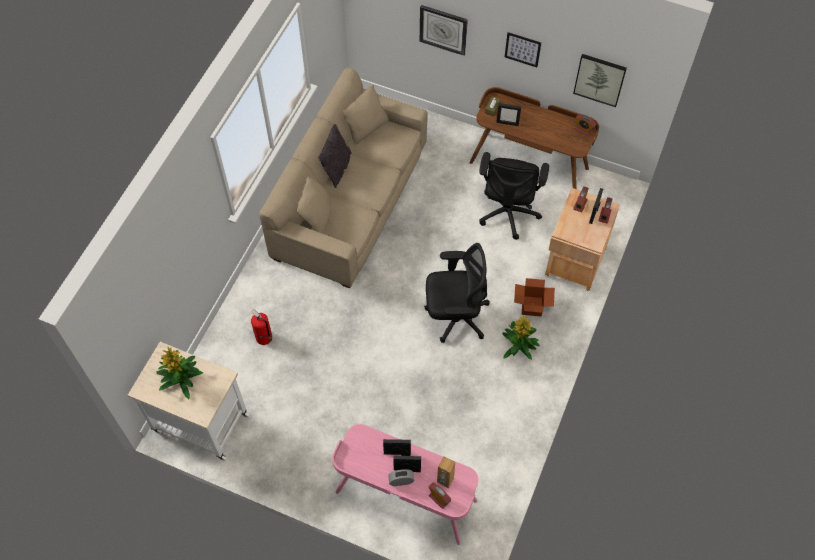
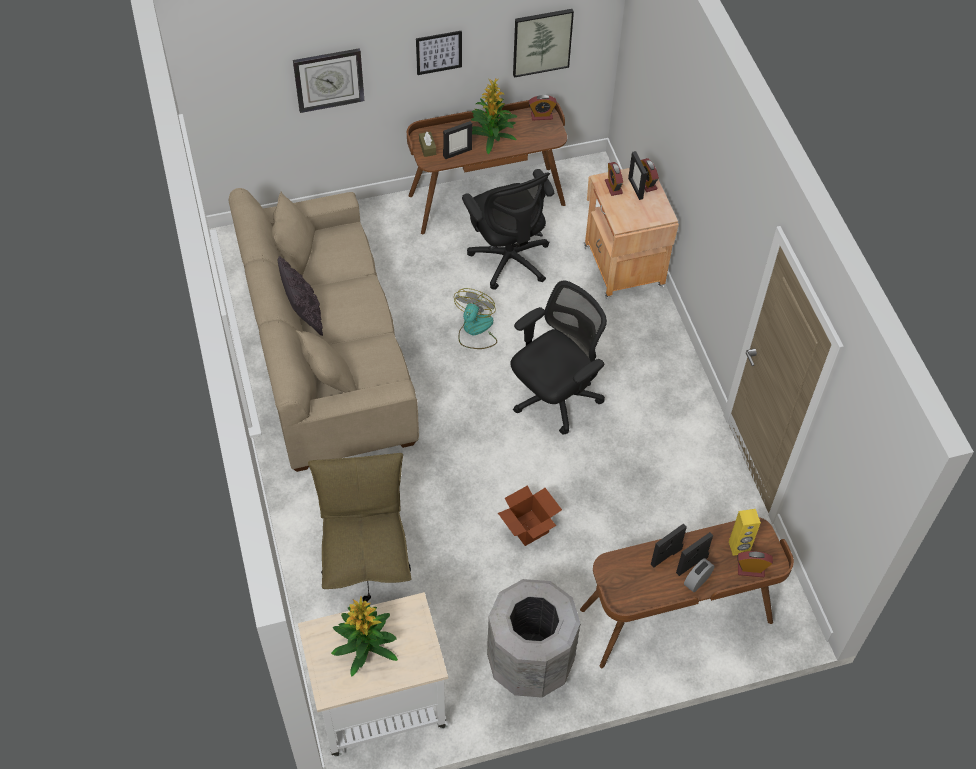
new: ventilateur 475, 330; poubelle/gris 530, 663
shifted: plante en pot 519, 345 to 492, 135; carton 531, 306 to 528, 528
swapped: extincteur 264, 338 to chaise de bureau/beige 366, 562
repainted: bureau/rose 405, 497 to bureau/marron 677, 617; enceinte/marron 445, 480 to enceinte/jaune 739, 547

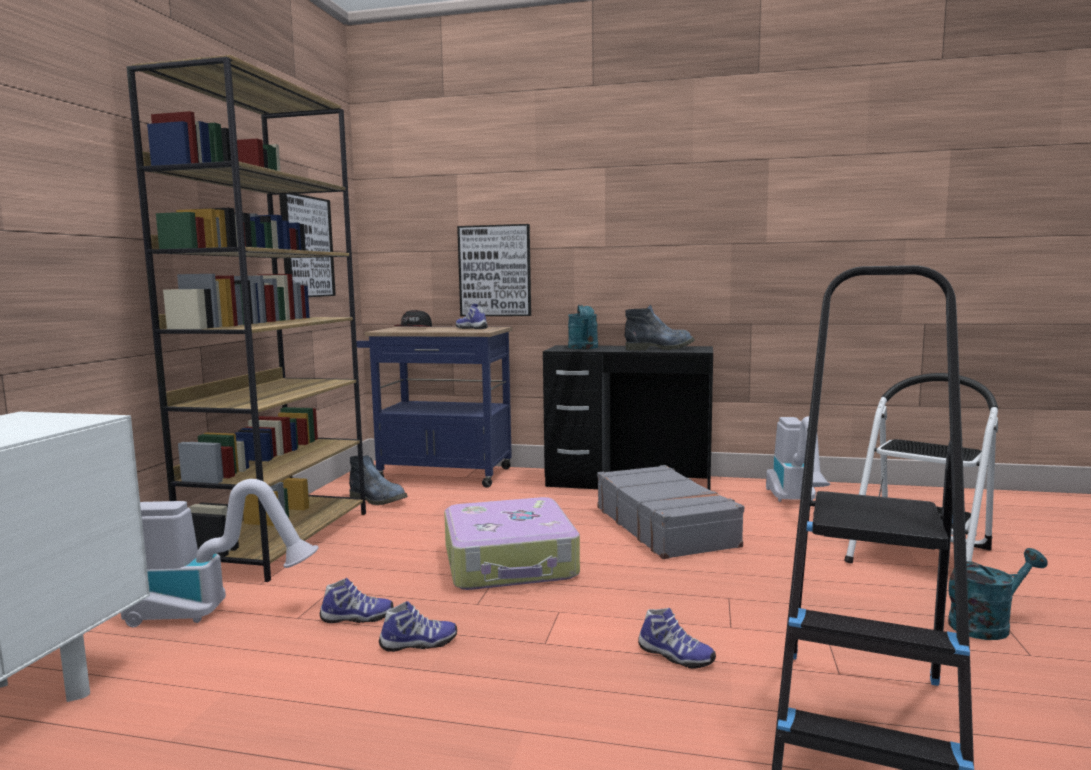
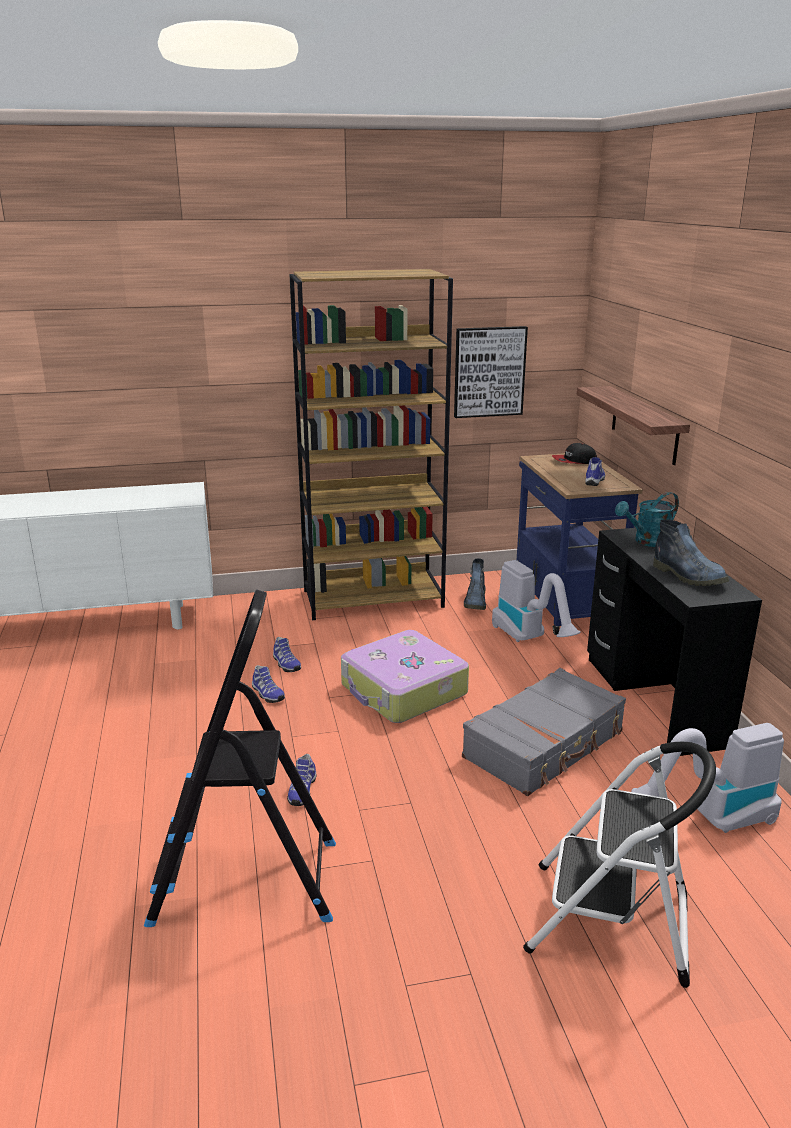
gone: arrosoir/turquoise 986, 624
shifted: aspirateur 210, 611 to 530, 639
swapped: tableau 495, 271 to étagère 644, 424

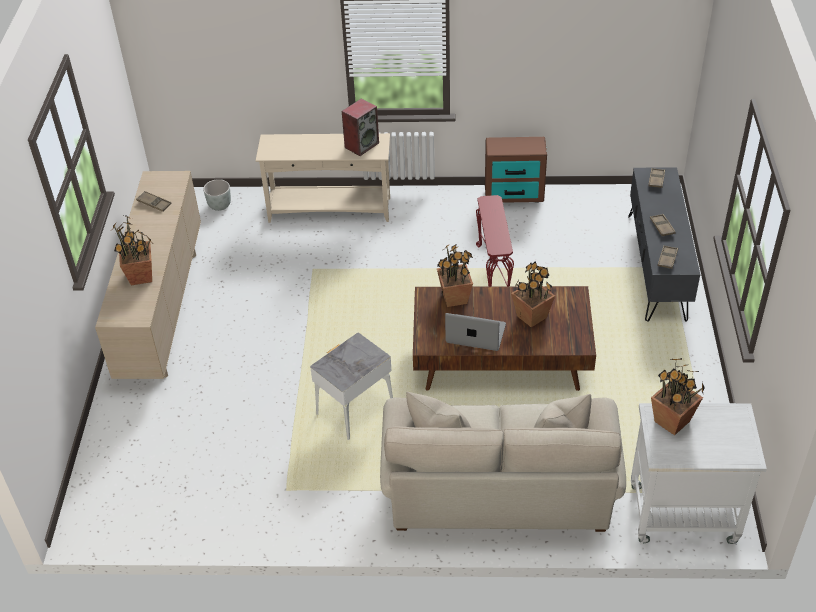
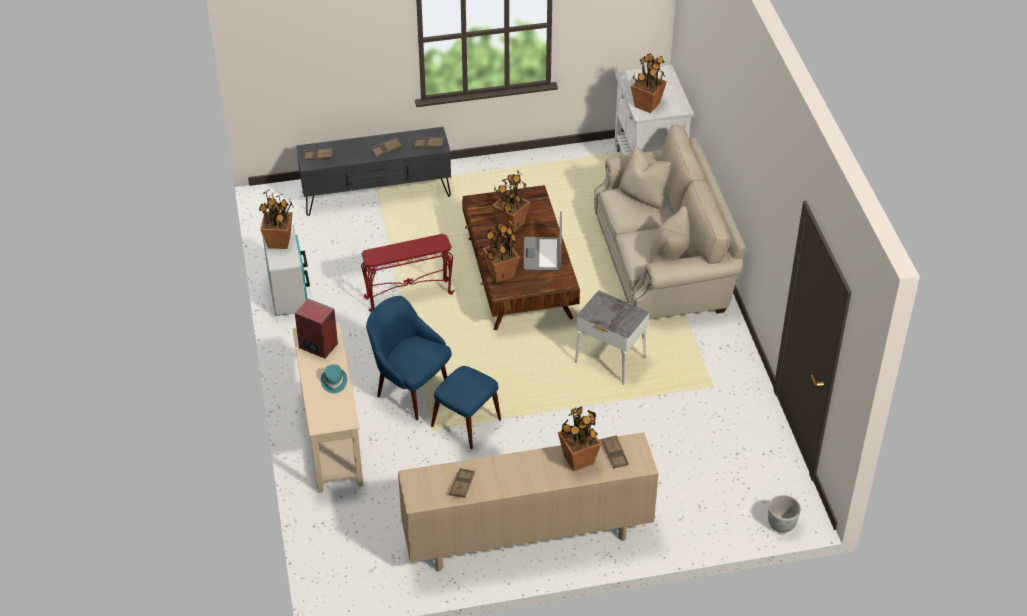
new: plante en pot 279, 242; chapeau/turquoise 333, 382; fauteuil/bleu 431, 403; plateau/marron 614, 454
shifted: cache-pot/gris 219, 205 to 781, 525
repainted: table de chevet/marron 514, 197 to table de chevet/blanc 289, 296

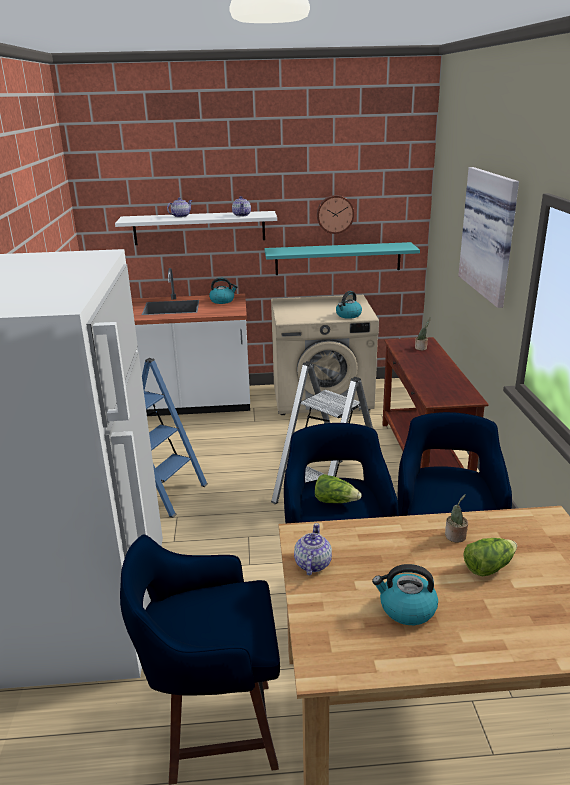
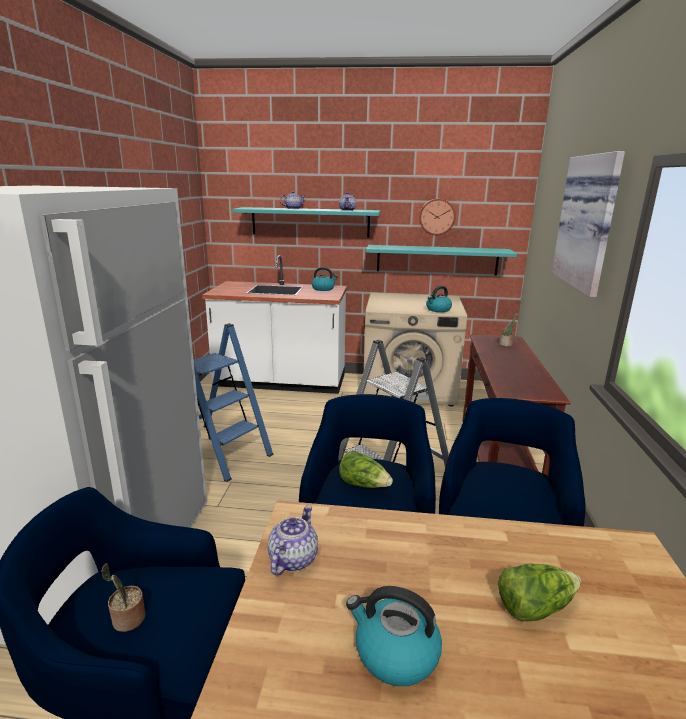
shifted: plante en pot 455, 537 to 127, 620
repainted: étagère/blanc 199, 228 to étagère/turquoise 310, 222

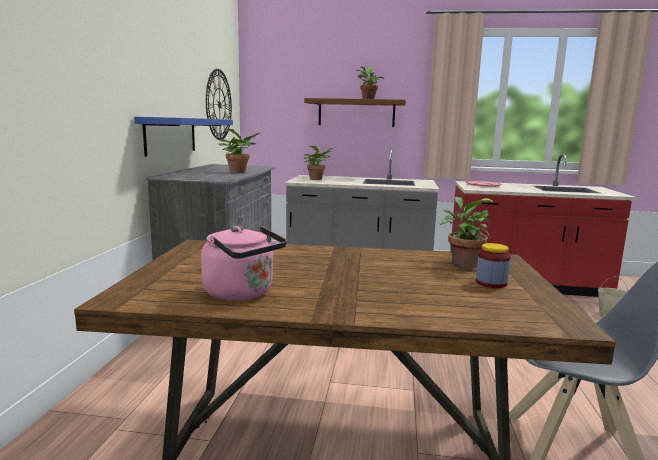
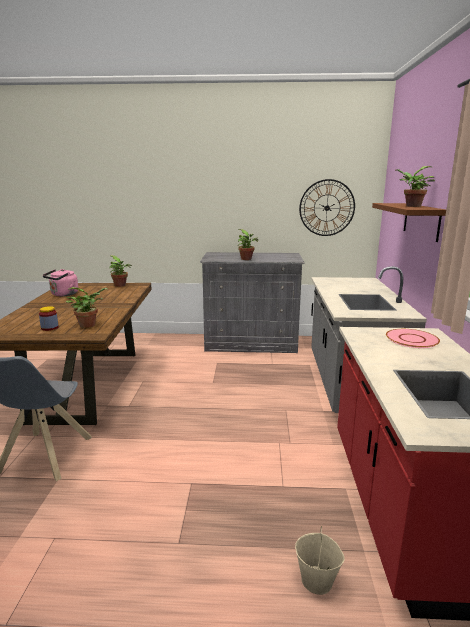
gone: étagère/bleu 171, 135
shifted: plante en pot 317, 179 to 121, 285

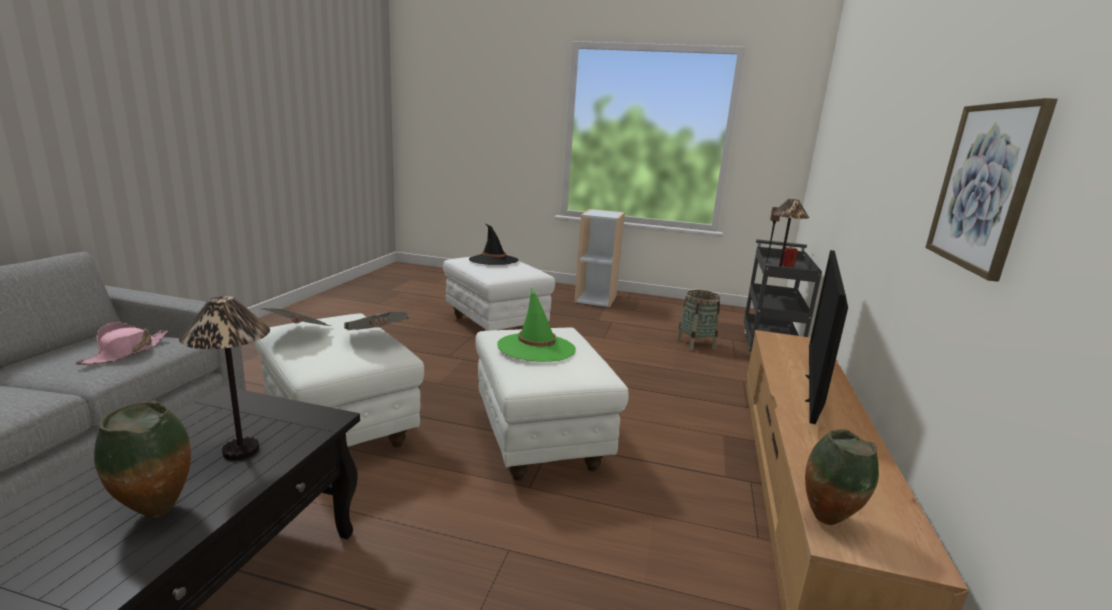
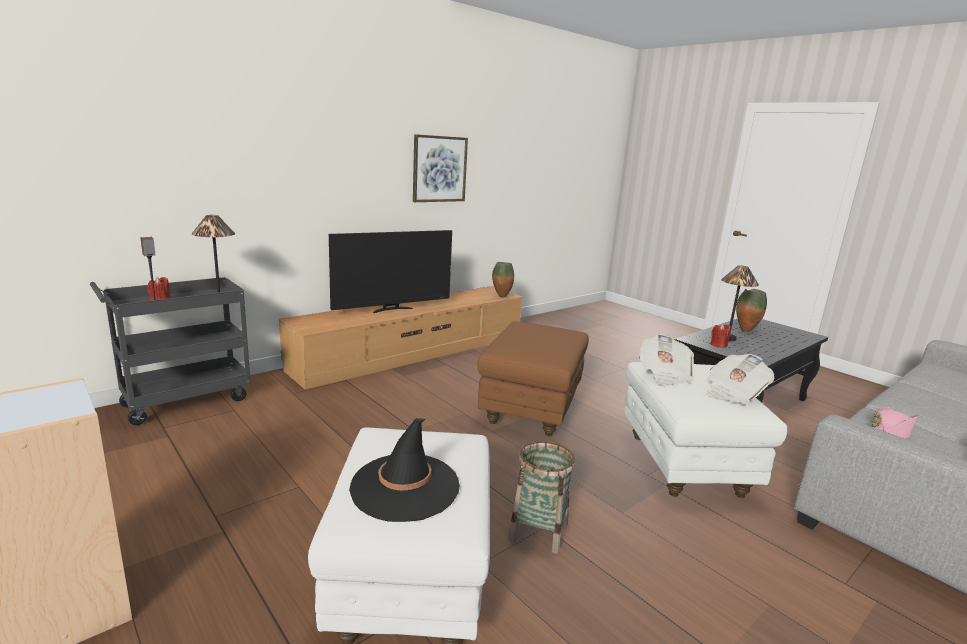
gone: chapeau/vert 536, 348
new: bougie/rouge 718, 345
shifted: panier 695, 344 to 538, 531
repainted: pouf/blanc 541, 441 to pouf/marron 530, 409

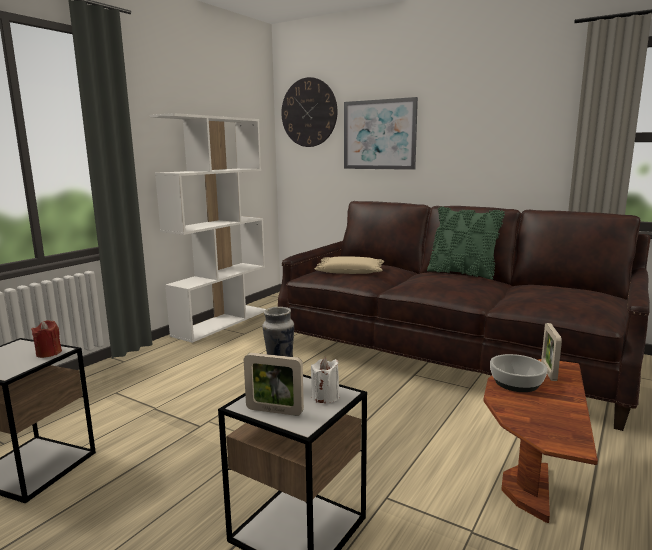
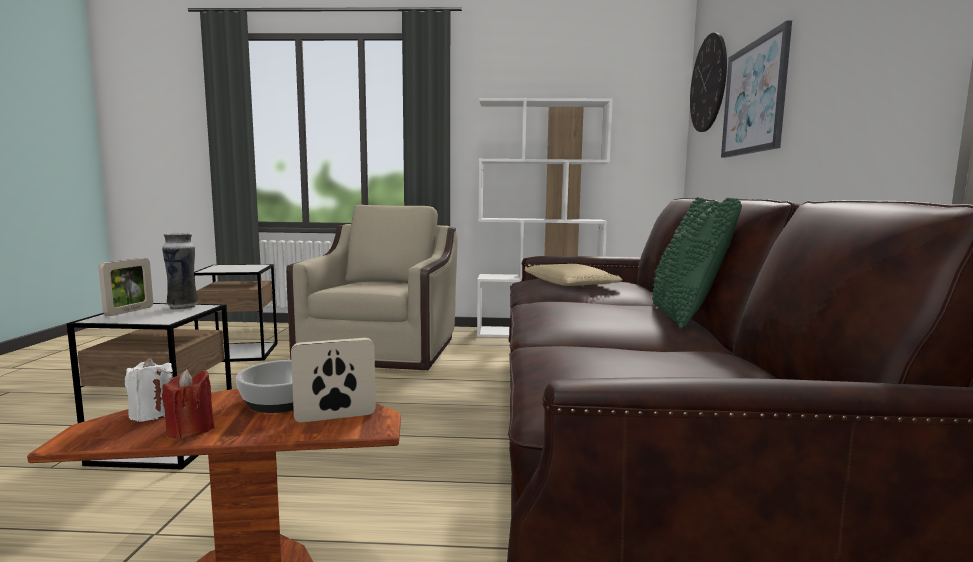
new: fauteuil/beige 384, 347
shifted: bougie/rouge 49, 353 to 190, 430; bougie/blanc 325, 397 to 152, 414
rotated: cadre photo 274, 411 = 129, 311 150 degrees counterclockwise

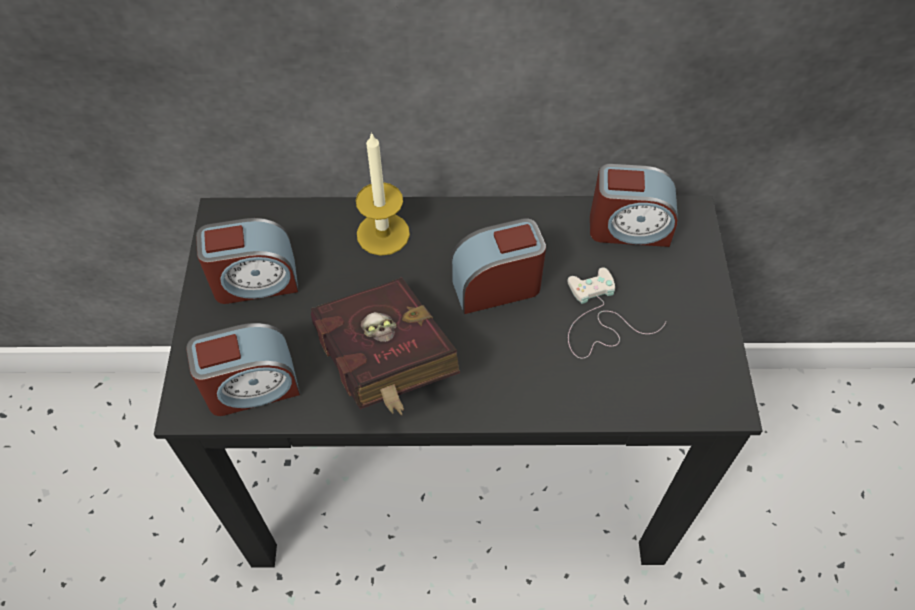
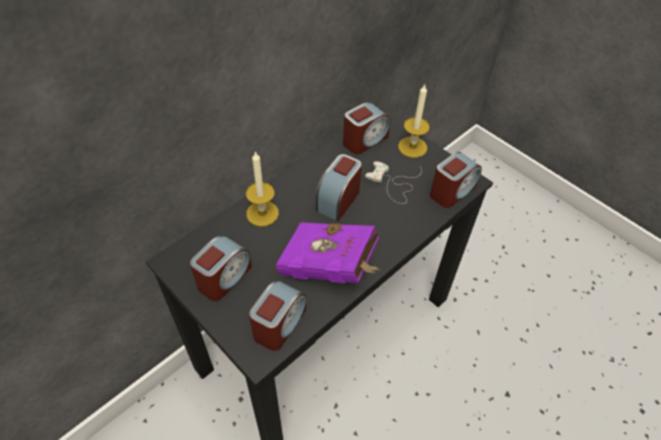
new: bougie 412, 147; réveil 452, 191
repainted: livre/rouge 385, 367 to livre/violet 330, 268

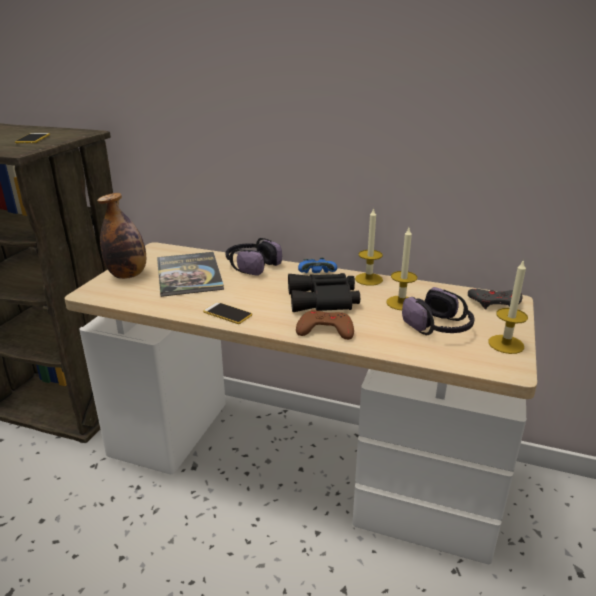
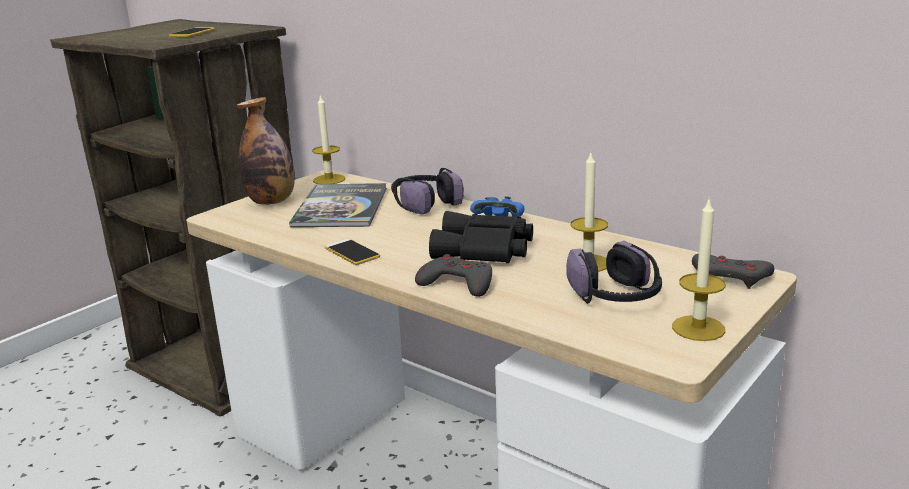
shifted: bougie 368, 279 to 329, 179
repainted: manette/marron 325, 330 to manette/gris 457, 283

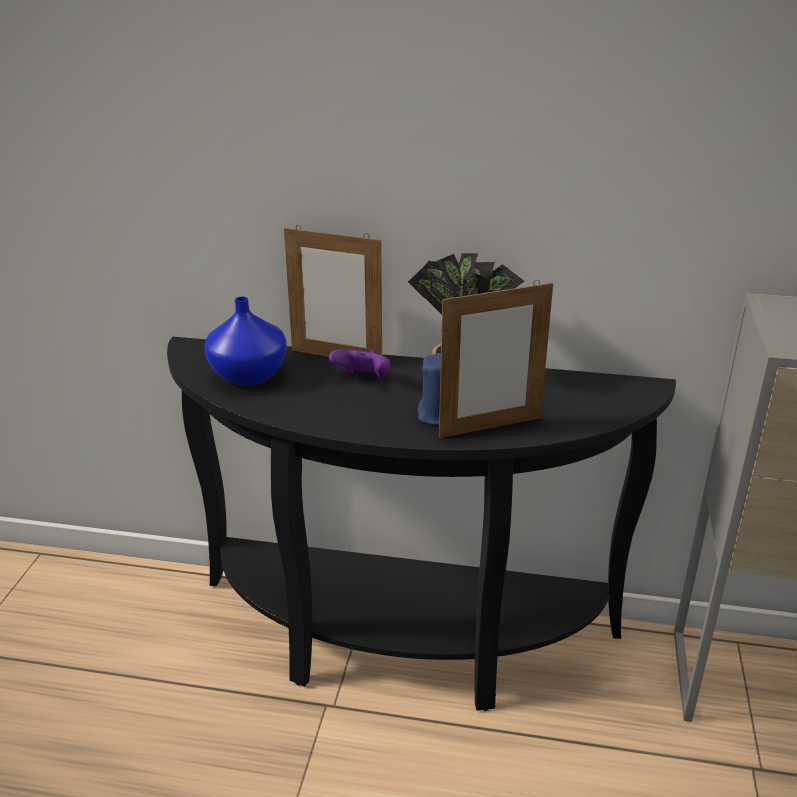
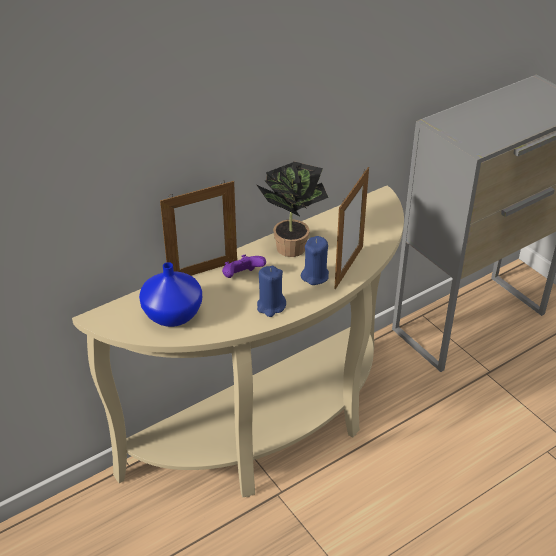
new: bougie/bleu 271, 306
repainted: table console/noir 400, 643 to table console/beige 273, 432

